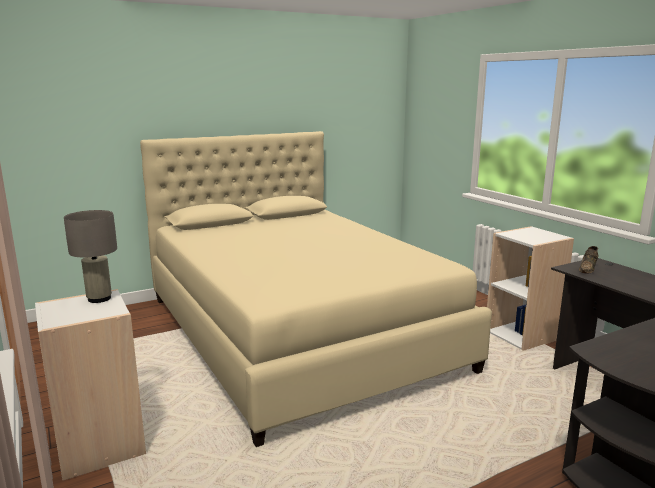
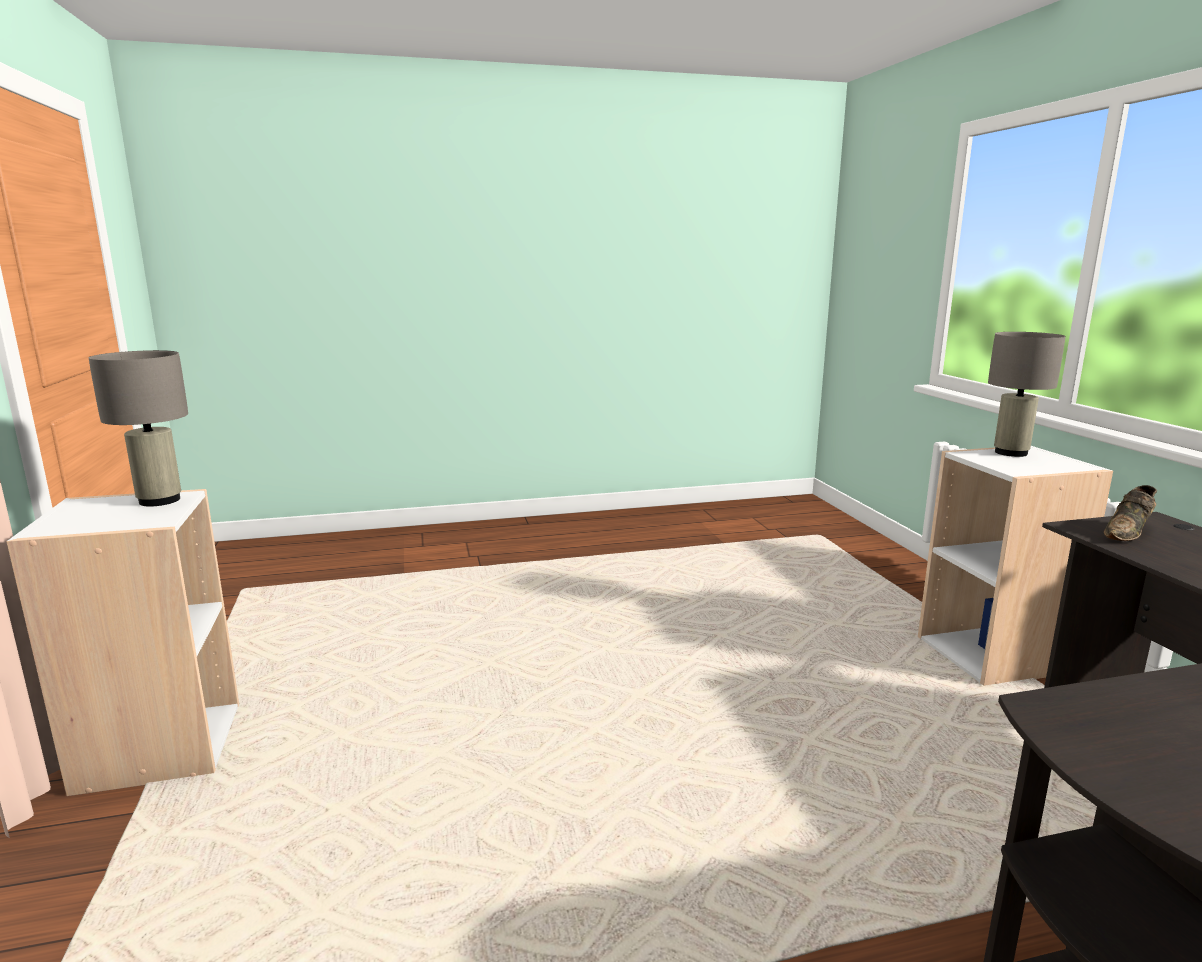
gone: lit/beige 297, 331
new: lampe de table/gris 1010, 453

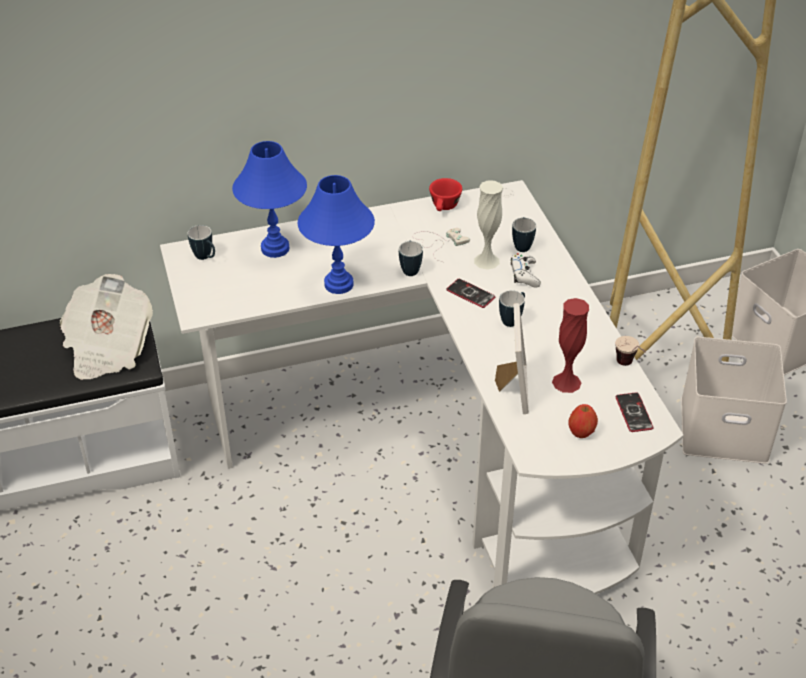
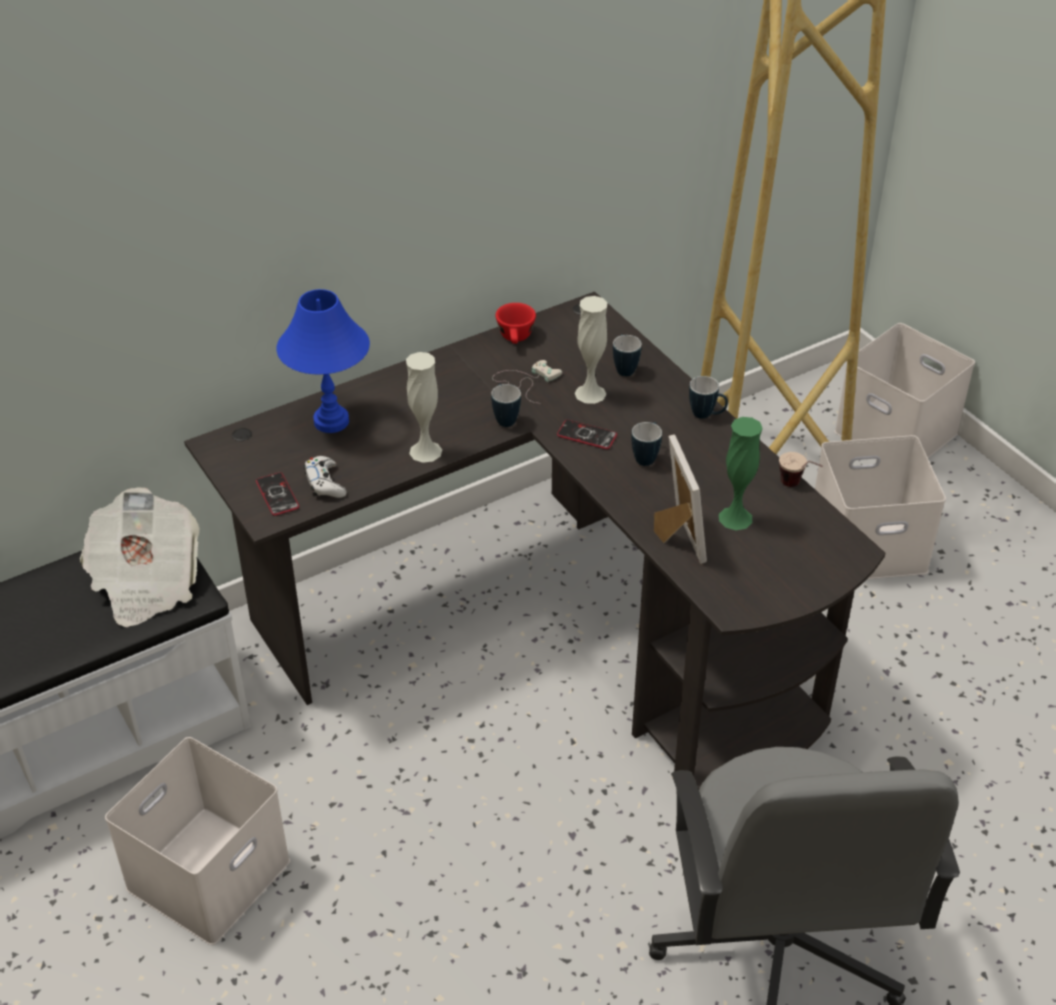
gone: pomme 581, 432
new: boîte de rangement/blanc 208, 871
shifted: mug 205, 258 to 707, 415; manette/blanc 524, 275 to 325, 483; téléphone 634, 413 to 277, 495
swapped: lampe de table/bleu 338, 284 to vase/blanc 425, 451
repainted: bureau/blanc 436, 443 to bureau/noir 548, 624; vase/rouge 566, 382 to vase/vert 735, 518

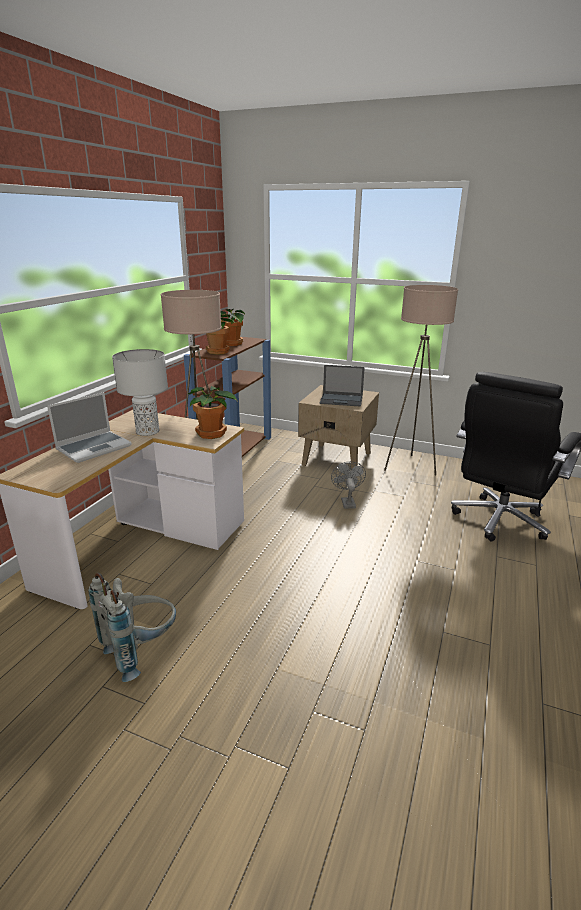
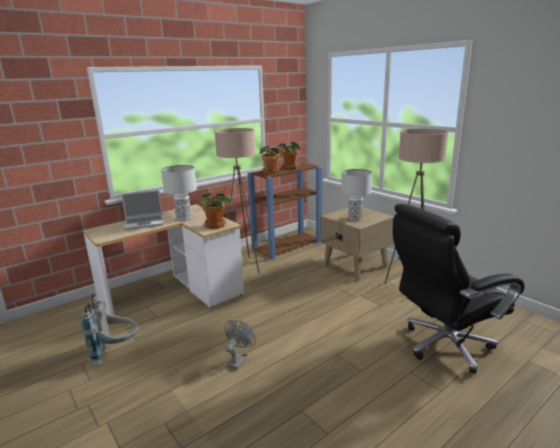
shifted: ventilateur/gris 347, 502 to 239, 359
swapped: ordinateur portable 342, 400 to lampe de table/blanc 355, 218

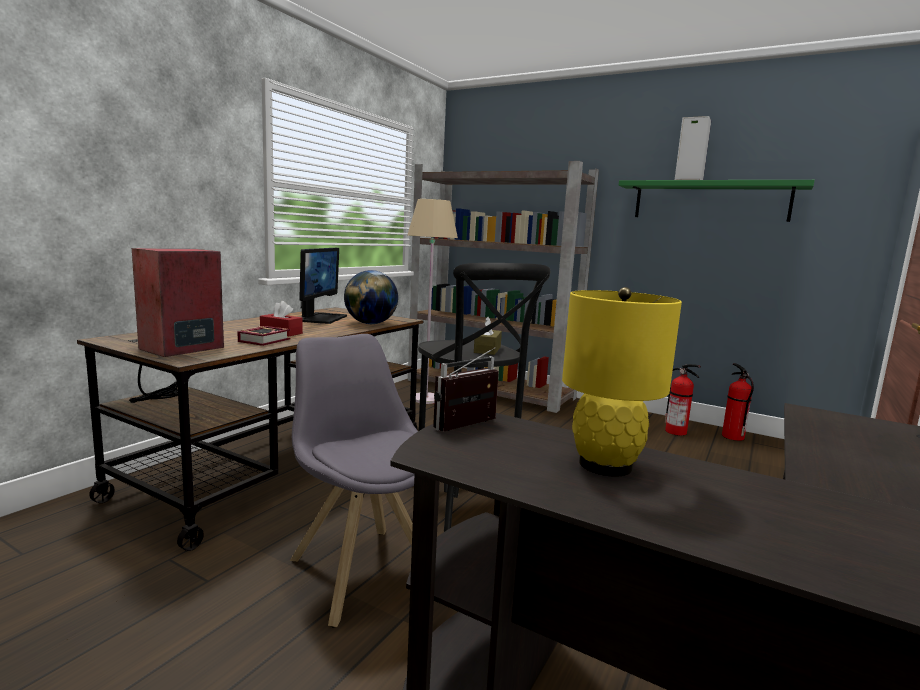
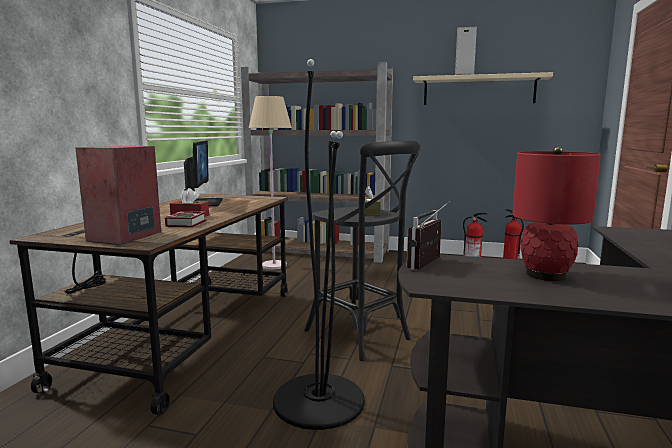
gone: globe 370, 324
swapped: chaise/gris 362, 571 to lampadaire/noir 319, 400
repainted: lampe de table/jaune 605, 465 to lampe de table/rouge 545, 275; étagère/vert 710, 201 to étagère/beige 478, 90

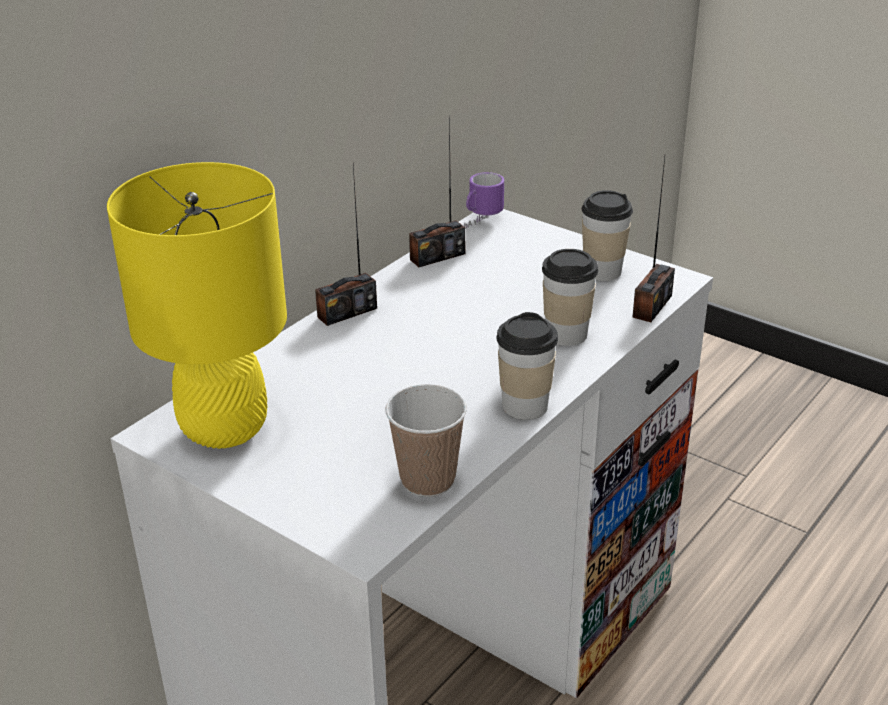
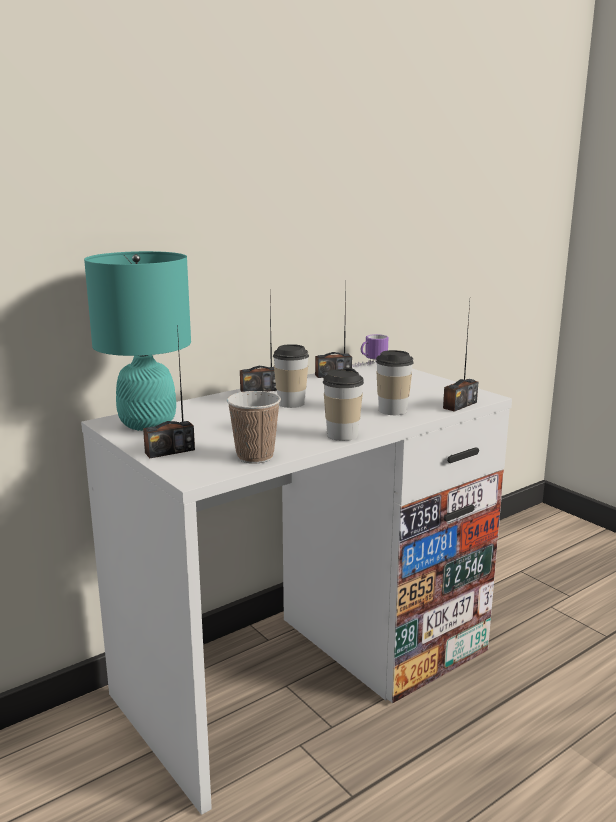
new: radio 169, 451
shifted: tasse 602, 271 to 291, 403
repainted: lampe de table/jaune 225, 429 to lampe de table/turquoise 149, 424

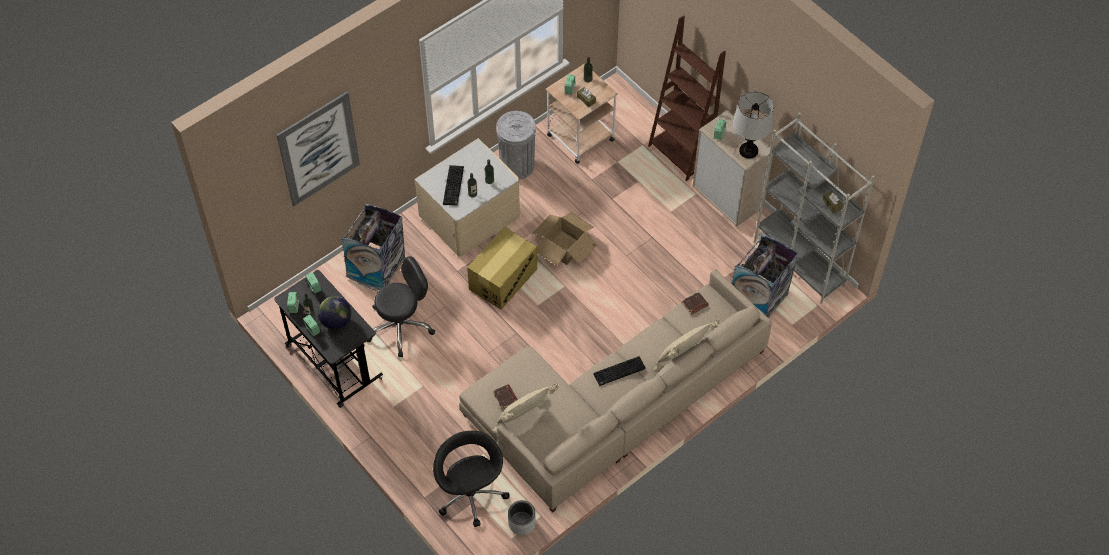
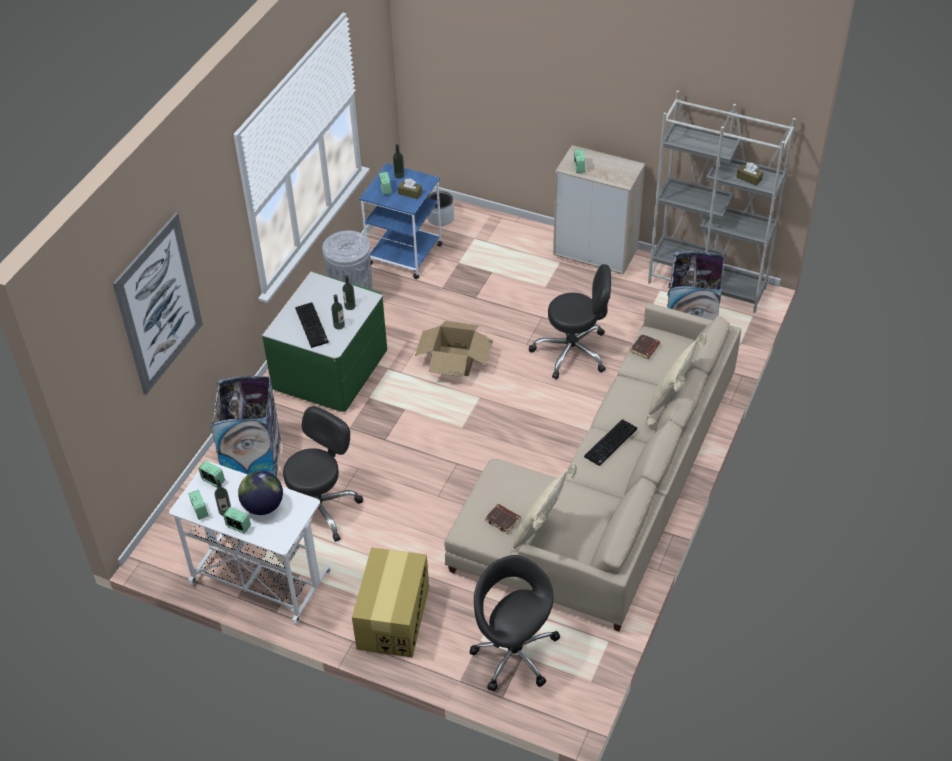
gone: bibliothèque/marron 679, 154; lampe de table 748, 150
new: chaise de bureau/noir 575, 351
shifted: carton 503, 279 to 393, 618; cache-pot/gris 522, 523 to 440, 218
repainted: bureau/noir 334, 362 to bureau/blanc 260, 579; table de chevet/beige 470, 217 to table de chevet/vert 331, 370; chariot/beige 581, 137 to chariot/bleu 405, 253

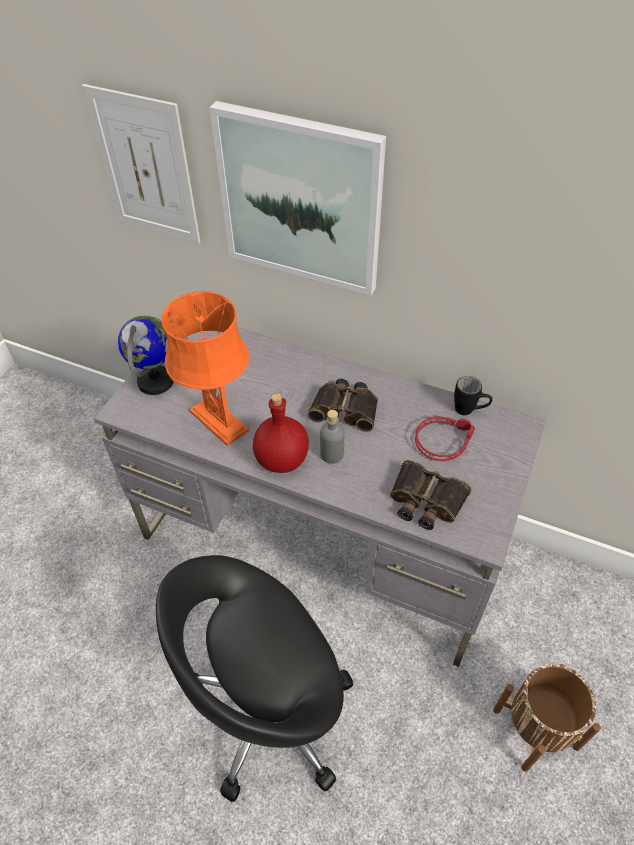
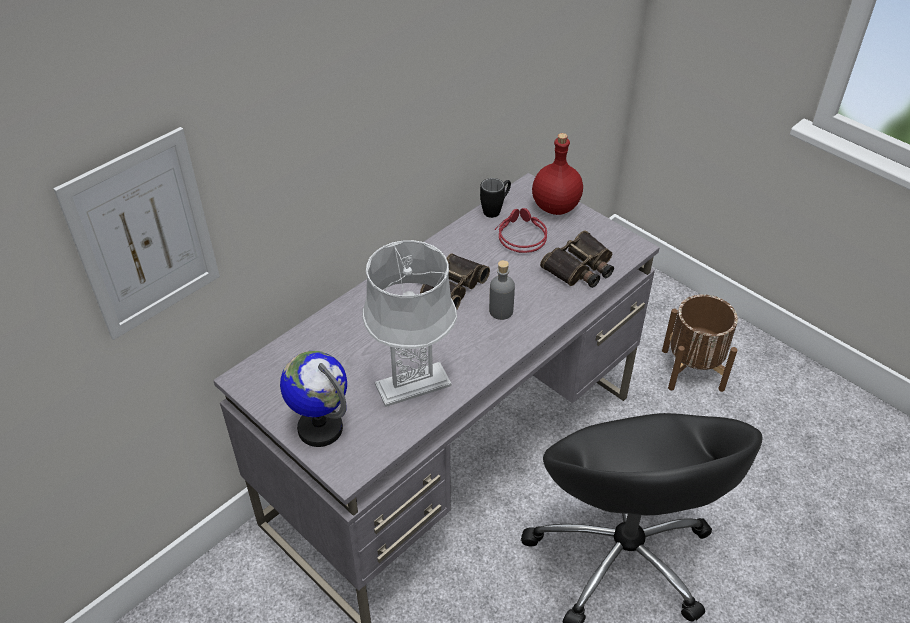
gone: tableau 301, 200
shifted: bouteille/rouge 281, 459 to 555, 207
repainted: lampe de table/orange 219, 421 to lampe de table/gris 413, 384

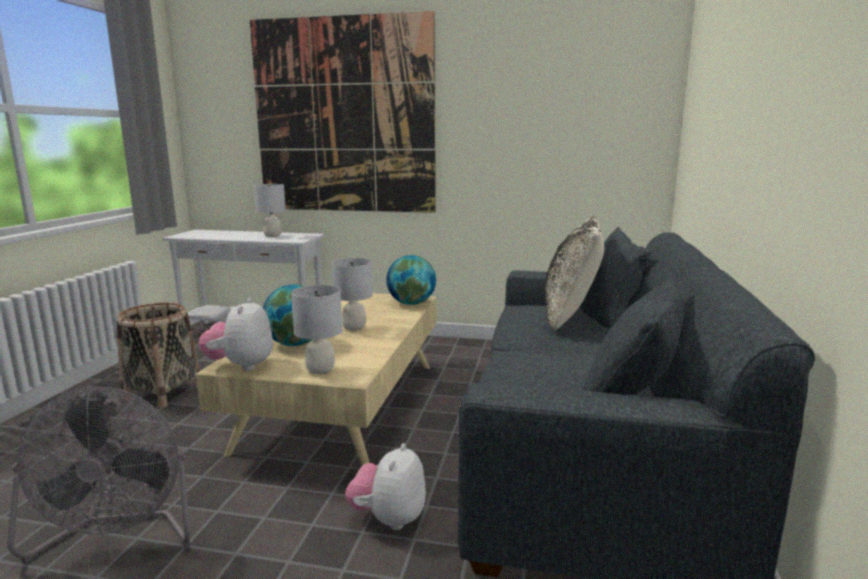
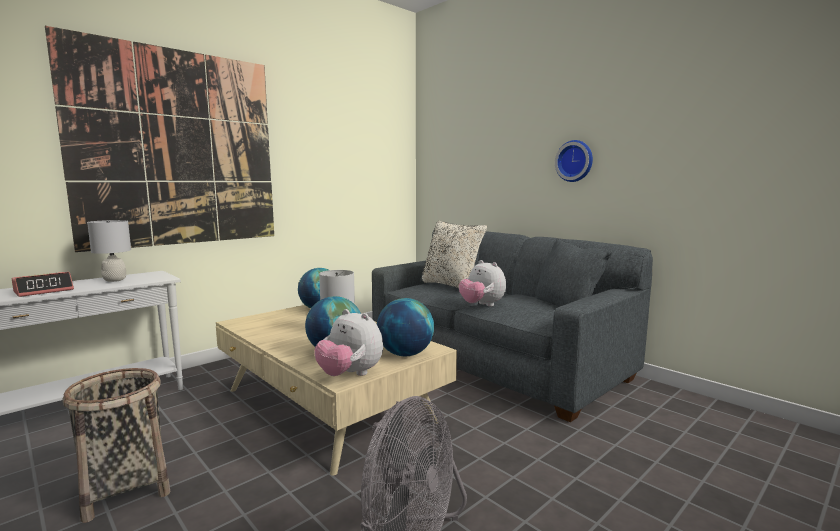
new: réveil 44, 291; horloge murale 575, 161
shifted: peluche 389, 519 to 481, 305
swapped: lampe de table/gris 320, 370 to globe 405, 354

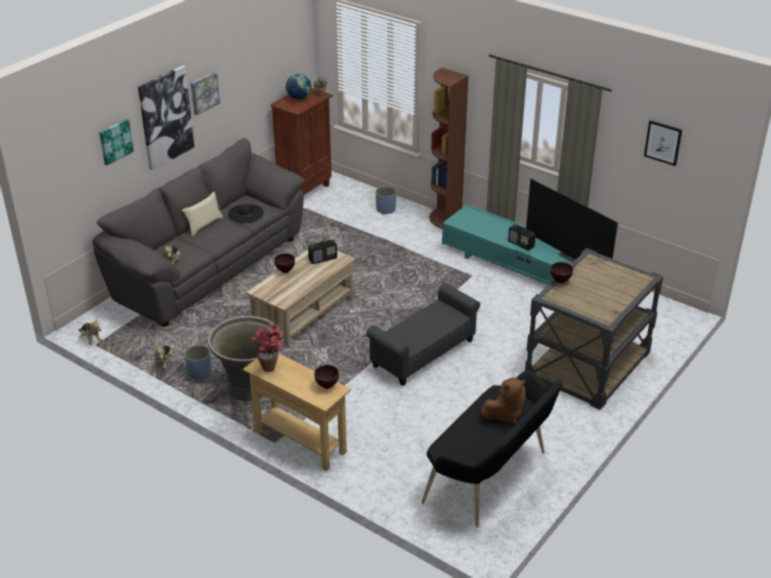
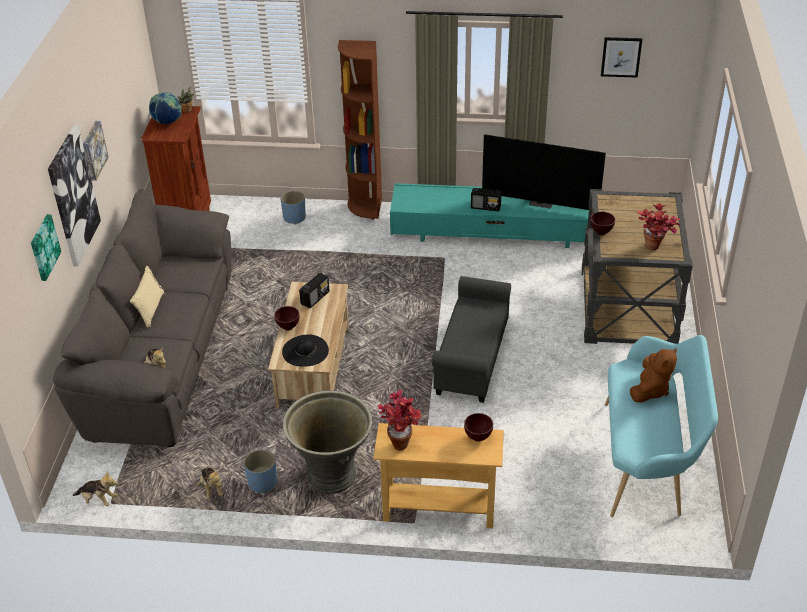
new: plante en pot 655, 249
shifted: chapeau/noir 245, 213 to 305, 351
repainted: banc/noir 491, 478 to banc/turquoise 648, 460

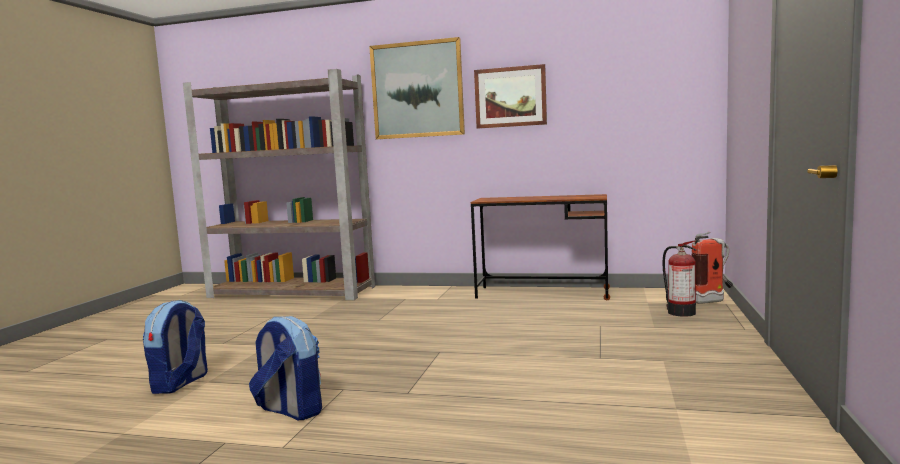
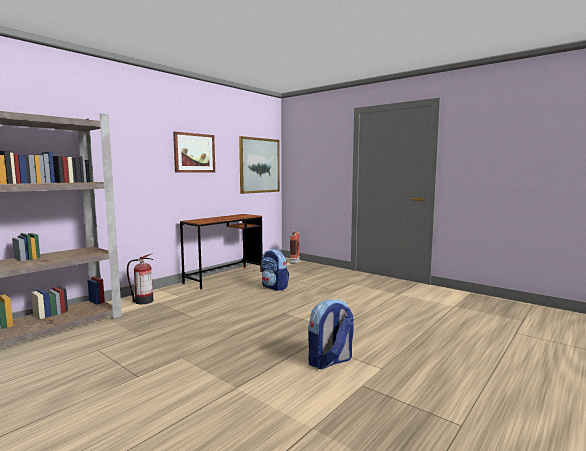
shifted: sac à dos 180, 383 to 274, 287; tableau 417, 90 to 259, 165; extincteur 680, 312 to 143, 301

